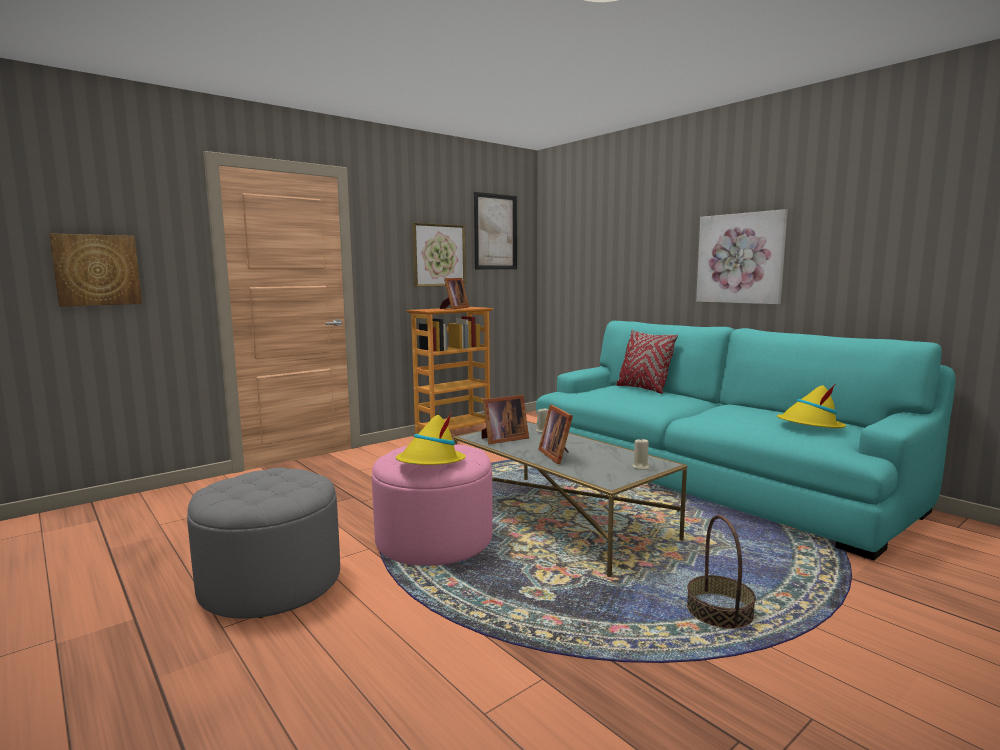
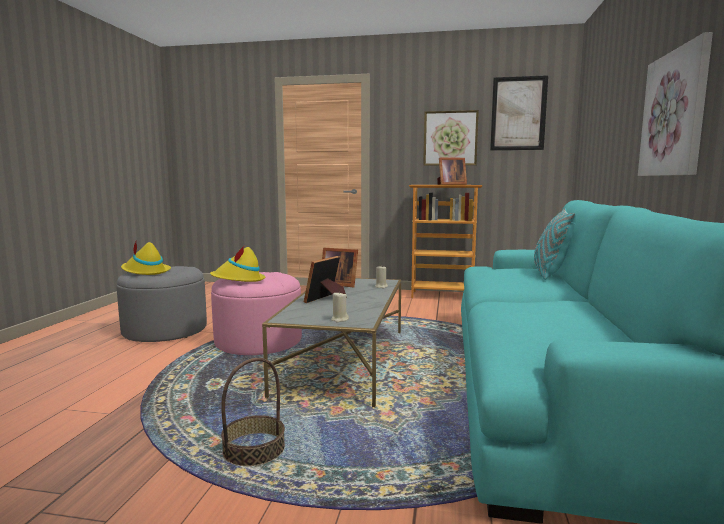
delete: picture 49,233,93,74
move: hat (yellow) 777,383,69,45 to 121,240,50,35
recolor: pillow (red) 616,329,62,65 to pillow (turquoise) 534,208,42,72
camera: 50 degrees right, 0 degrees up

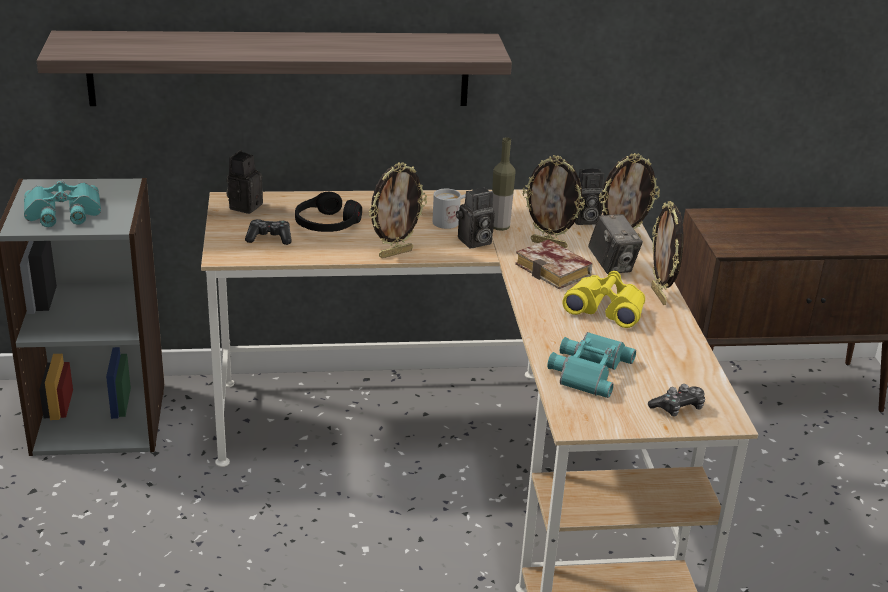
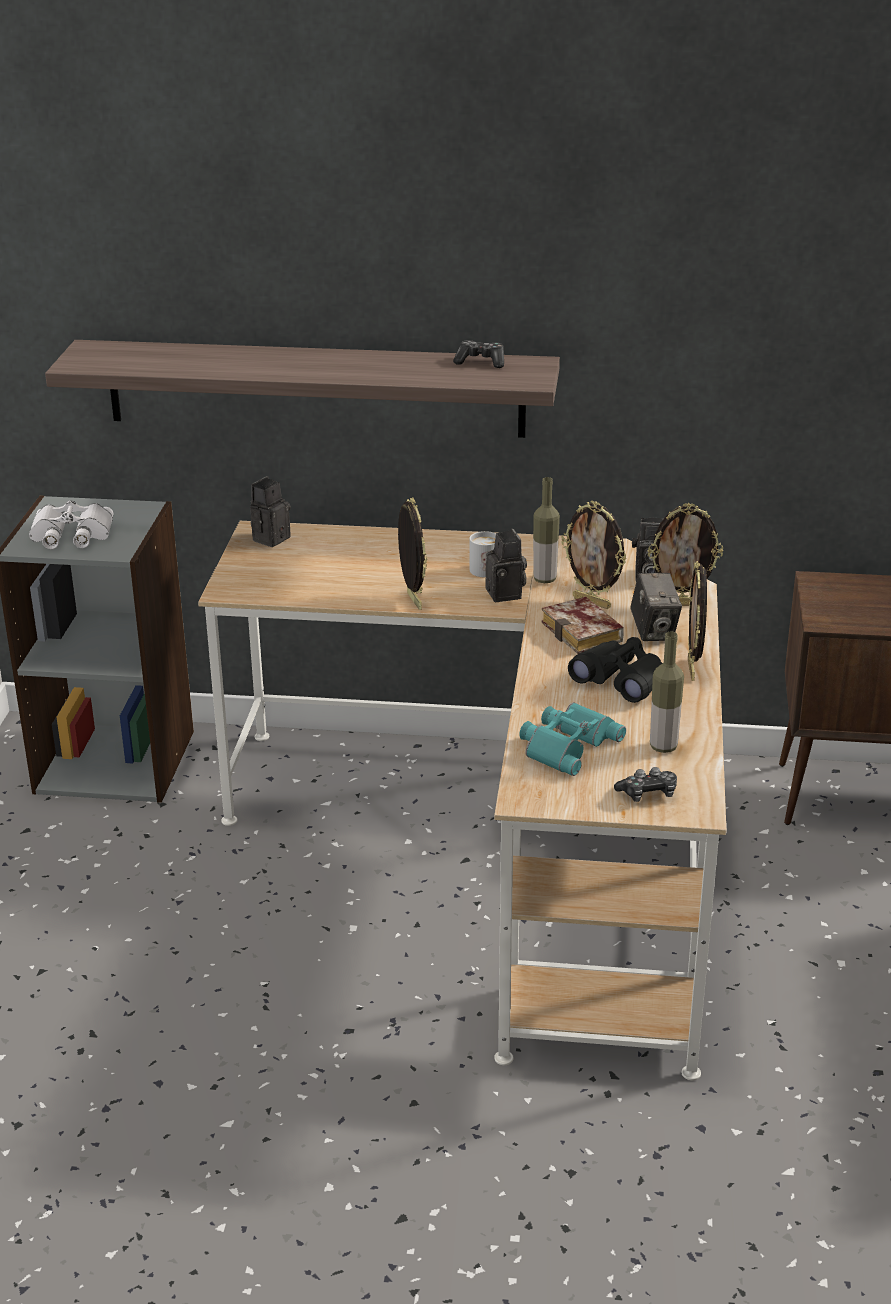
delete: headphones (black) 295,192,67,40
insert: bottle 650,631,34,122
move: game controller 245,219,46,26 to 453,340,51,28
recolor: binoculars (turquoise) 24,181,77,46 to binoculars (white) 29,501,84,48; binoculars (yellow) 562,271,83,57 to binoculars (black) 568,637,94,66
rotate: picture frame 369,162,58,96 = 398,497,29,113 90 degrees counterclockwise; photo camera 456,187,39,61 = 485,528,42,74 90 degrees counterclockwise
camera: 15 degrees right, 0 degrees up

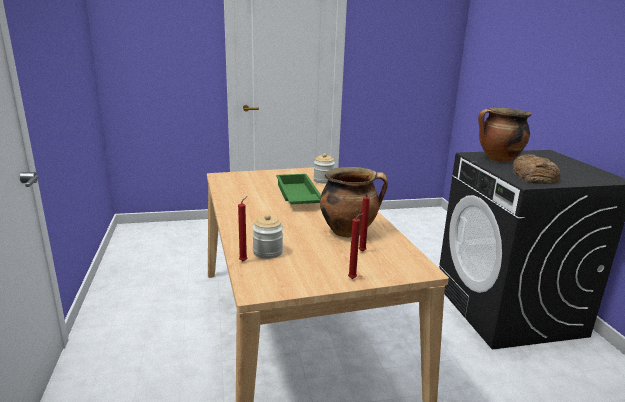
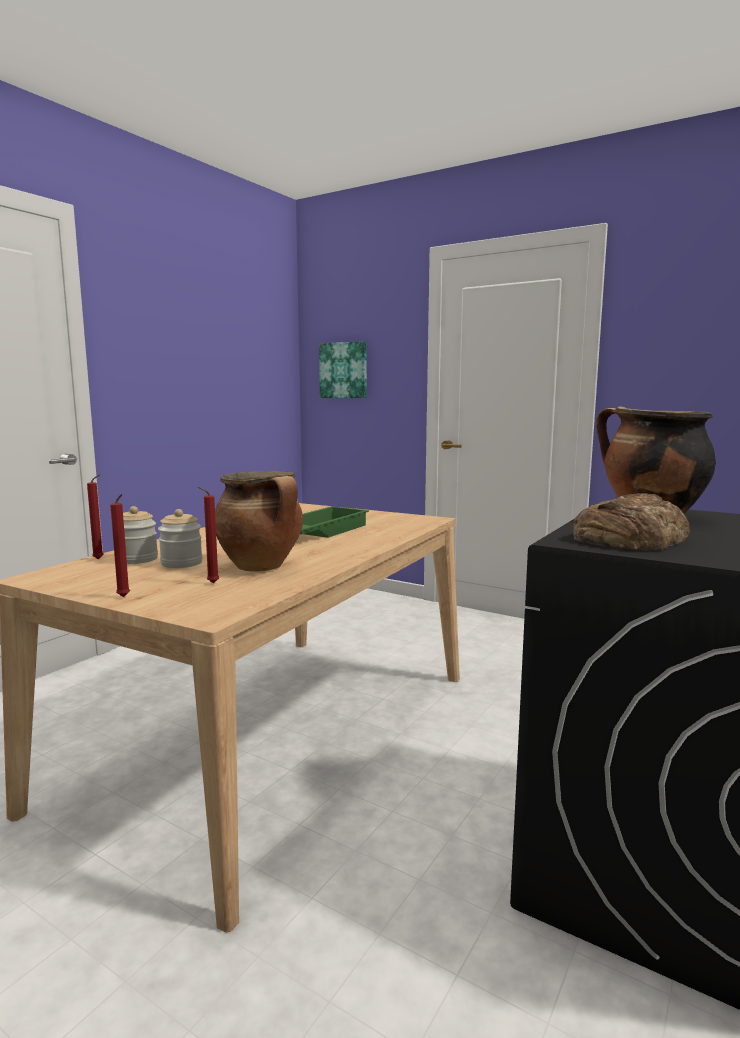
insert: picture 319,341,48,57
move: jar 314,153,21,31 to 158,509,45,59
camera: 45 degrees right, 10 degrees down

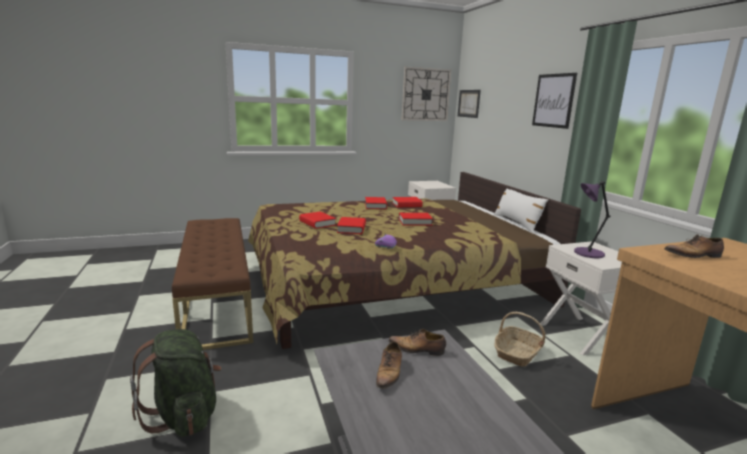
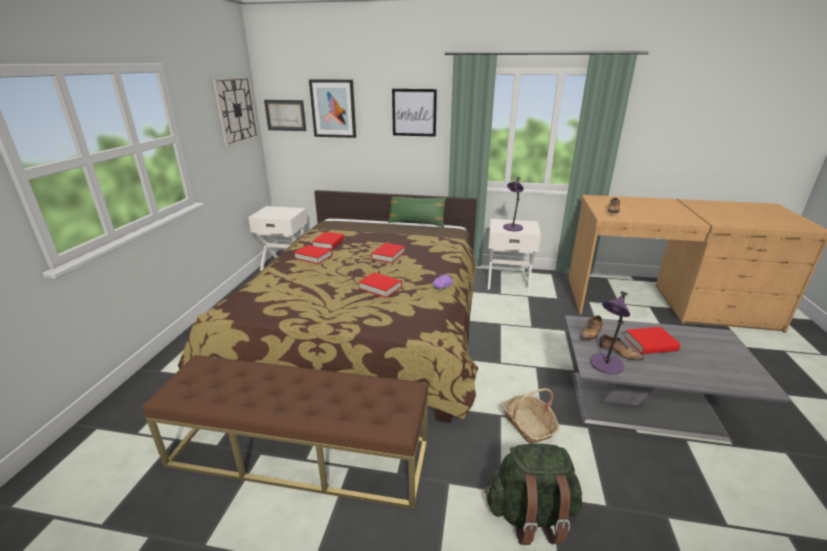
insert: picture 309,79,47,59; table lamp (purple) 590,291,40,83
move: book (red) 299,211,37,18 to 624,327,56,27; basket 494,312,51,54 to 502,388,57,56
recolor: pillow (white) 494,188,55,45 to pillow (green) 388,196,59,31
camera: 60 degrees left, 10 degrees up

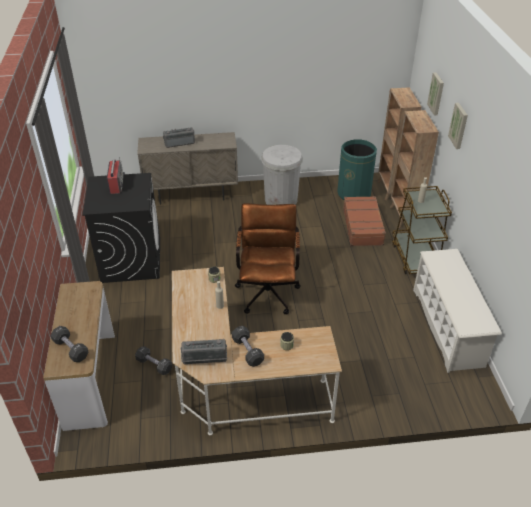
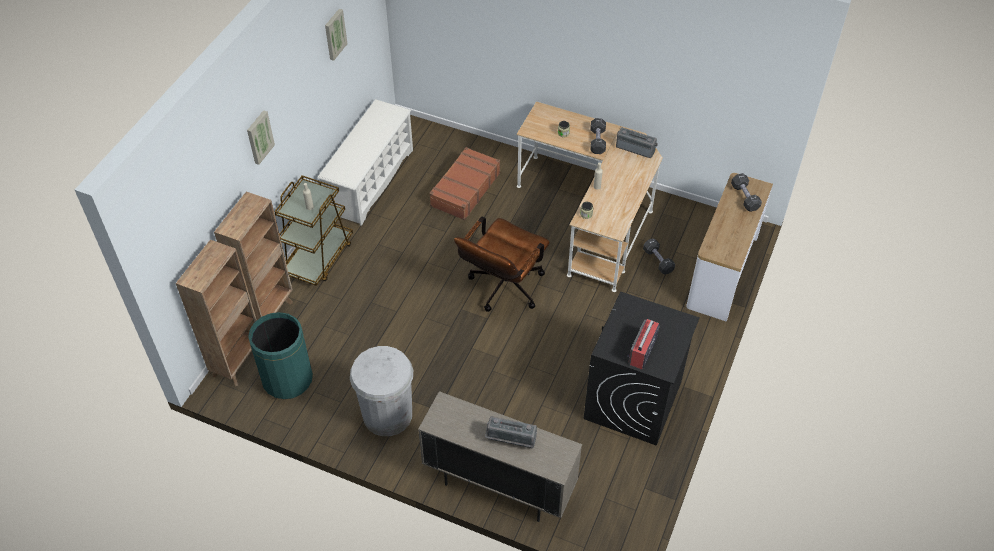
move: suitcase (brown) 343,196,43,50 to 429,147,71,73; picture 427,72,17,44 to 325,9,23,52
camera: 150 degrees left, 10 degrees up

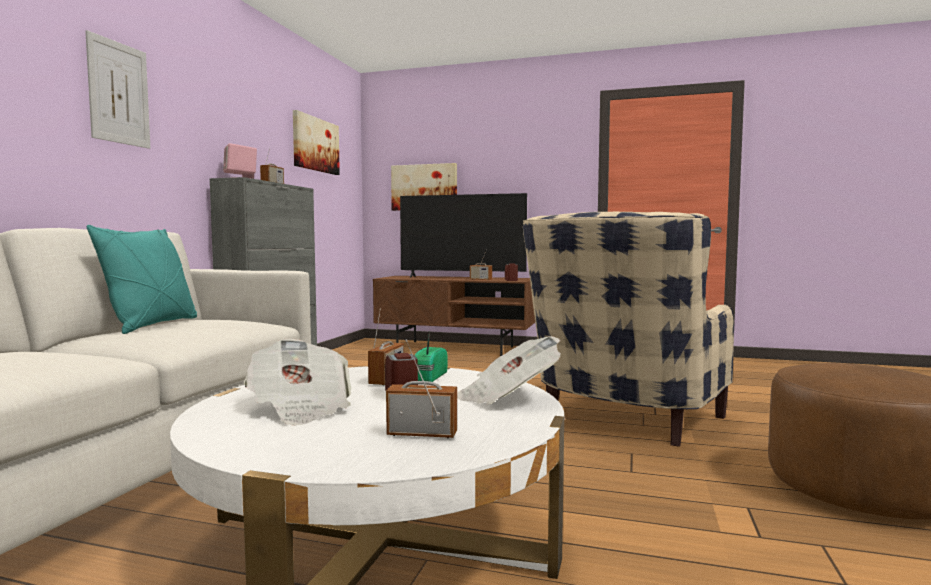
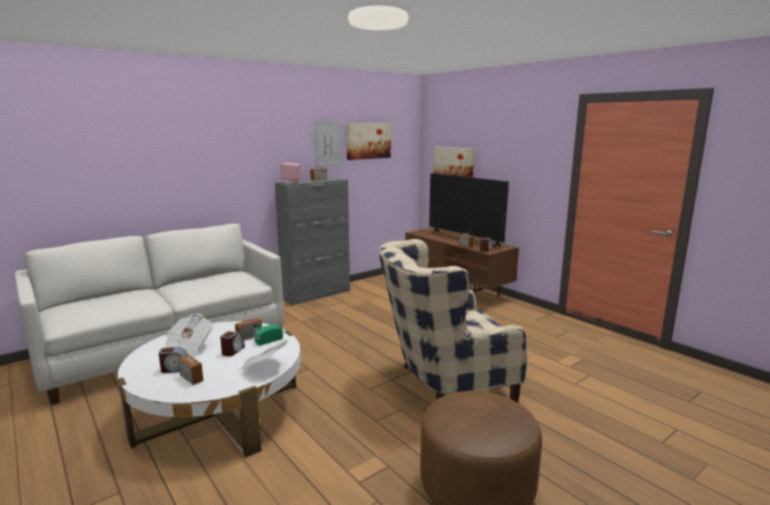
delete: pillow (turquoise) 86,225,111,109
insert: alarm clock 159,347,28,26
move: picture 85,30,65,119 to 314,121,27,46
camera: 35 degrees right, 10 degrees up

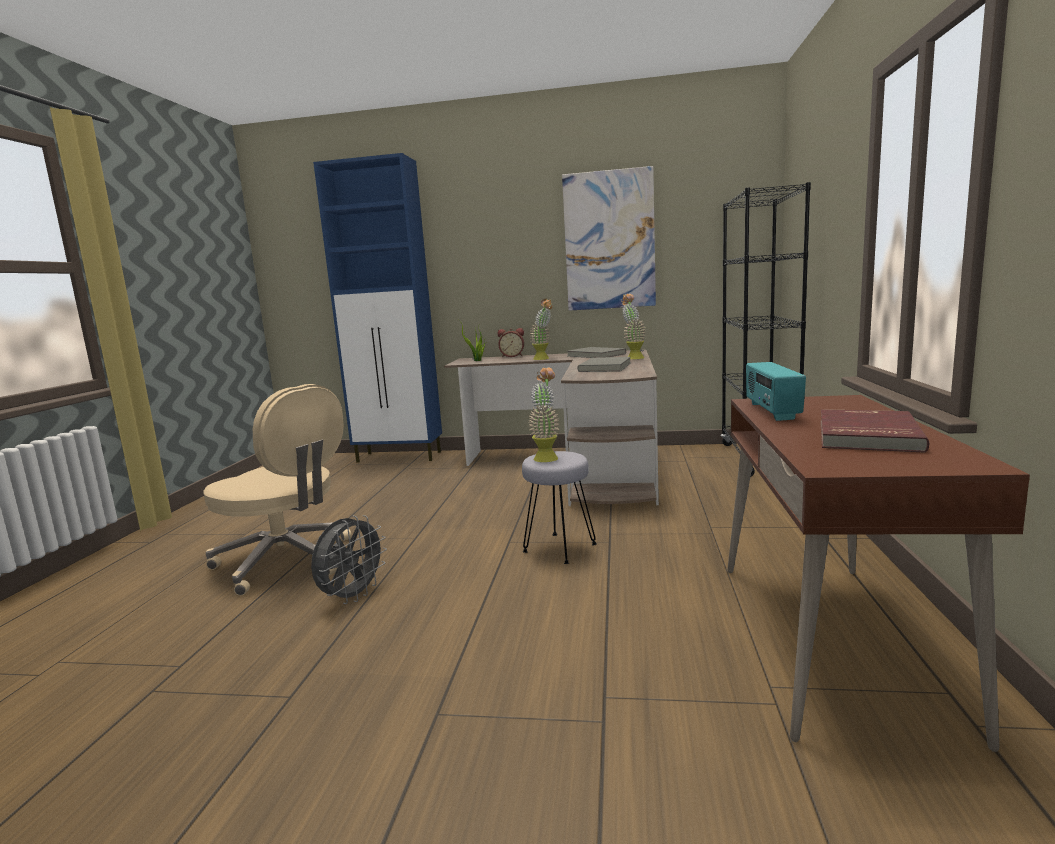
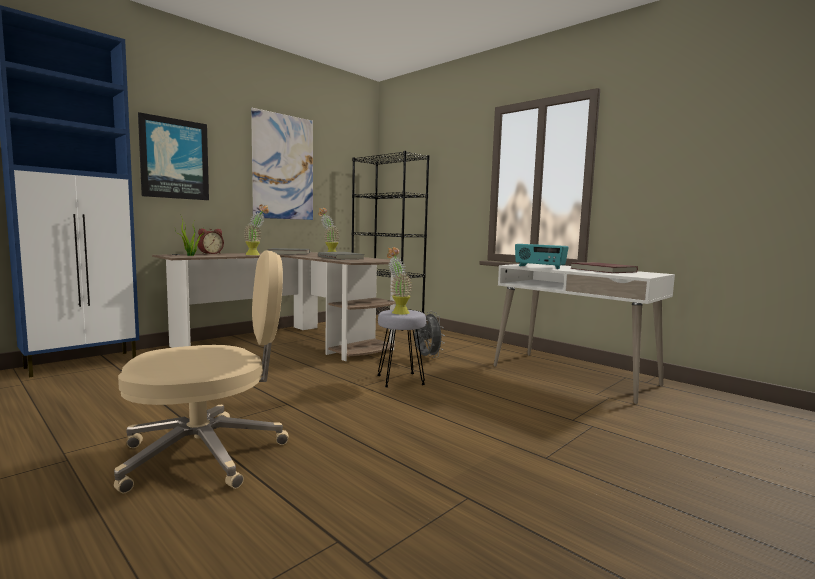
insert: picture 138,112,71,88
move: fan (grey) 311,515,76,89 to 414,311,31,47
recolor: desk (brown) 727,395,303,357 to desk (white) 494,263,181,141
camera: 55 degrees left, 5 degrees down

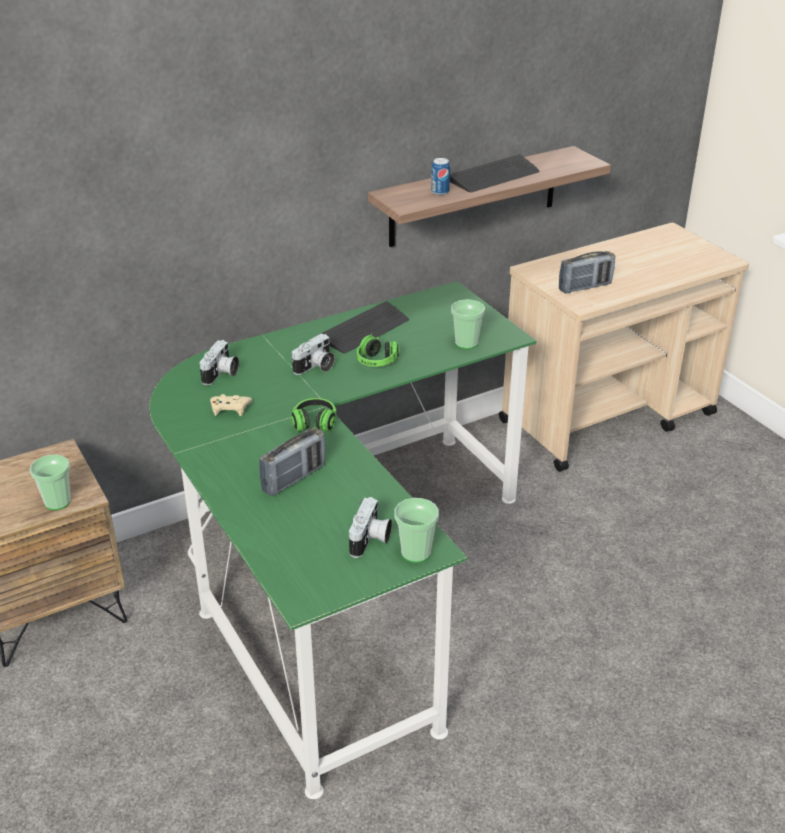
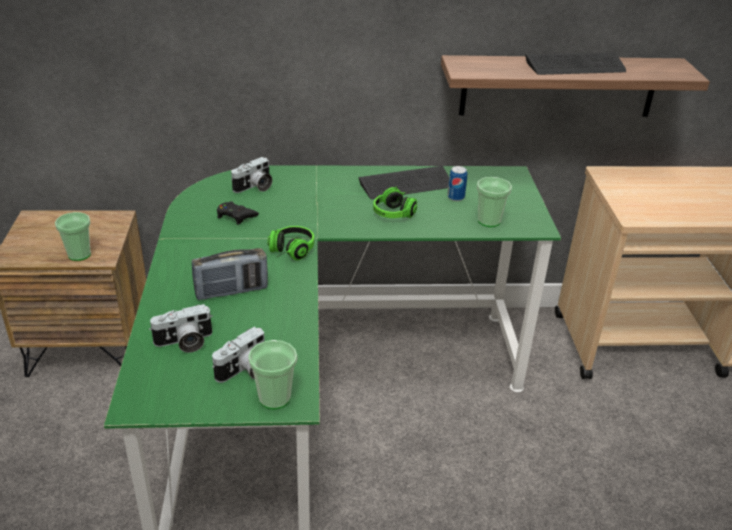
delete: radio 559,251,56,42
move: photo camera 292,334,43,41 to 149,304,64,49; can 431,158,19,37 to 447,166,20,35
recolor: game controller (beige) 210,394,42,22 to game controller (black) 217,201,42,24
camera: 25 degrees right, 0 degrees up

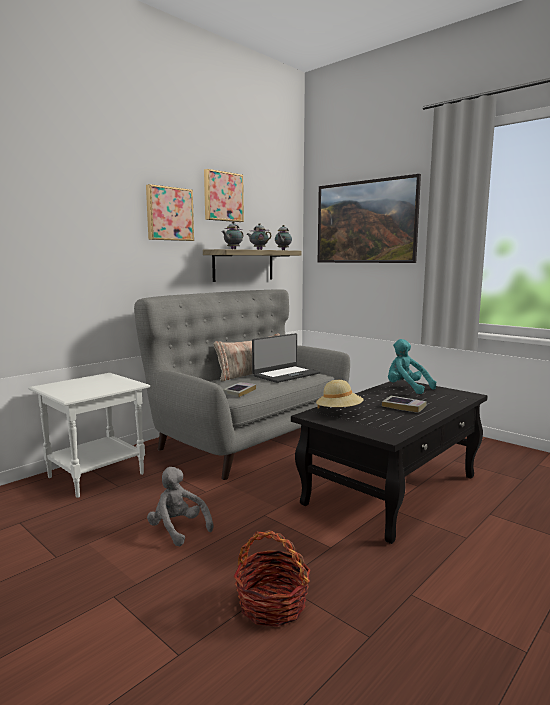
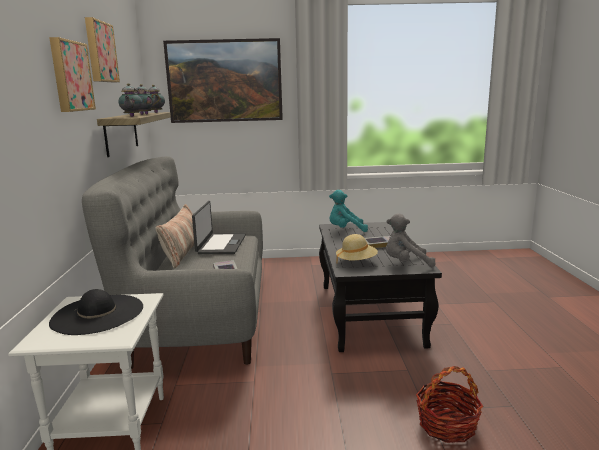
insert: hat (black) 49,289,94,46
move: plush toy (grey) 147,467,66,79 to 386,213,49,54
camera: 45 degrees left, 5 degrees up

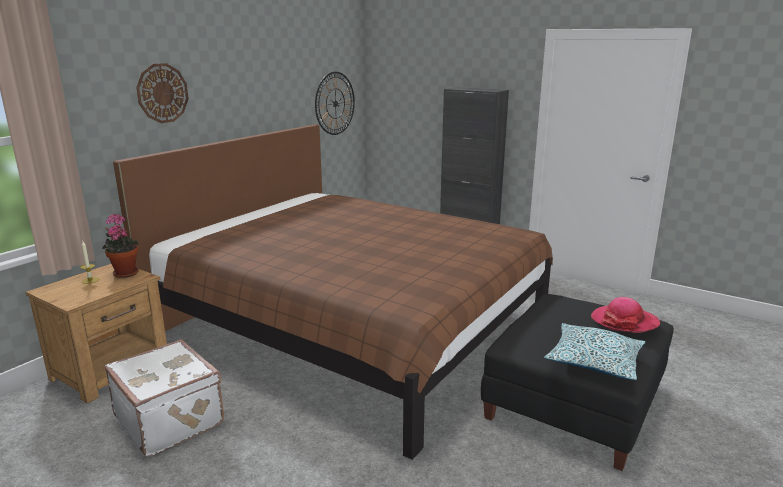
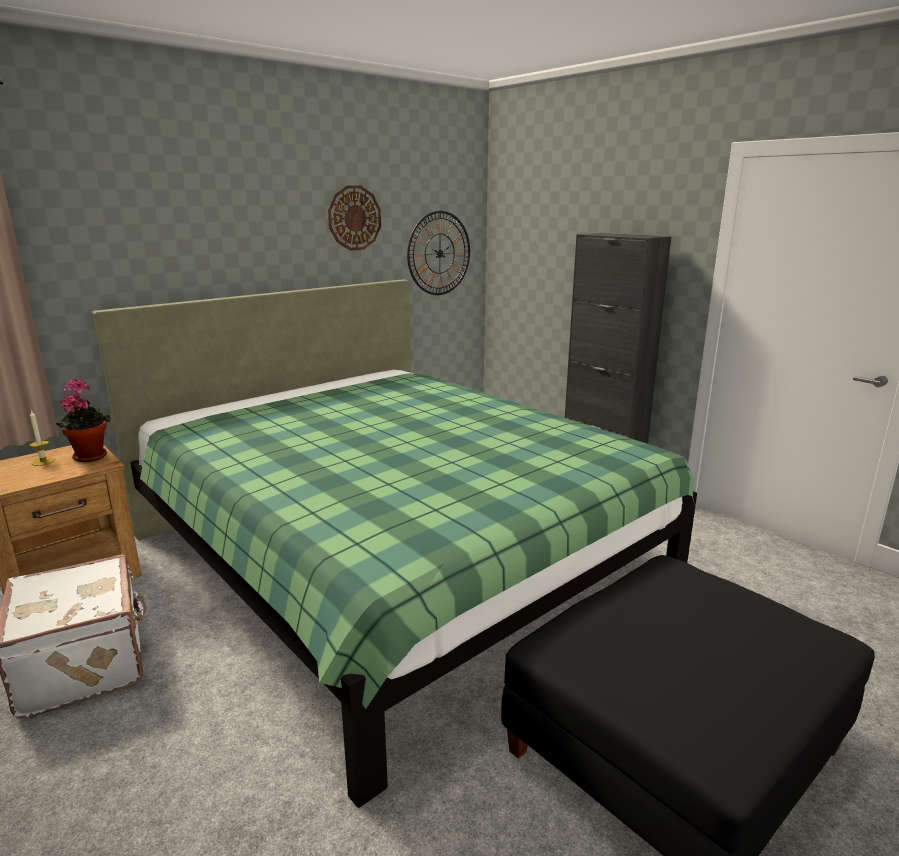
delete: pillow 544,323,102,57; hat 591,297,69,36
move: wall clock 136,63,53,60 to 328,185,53,66
recolor: bed (brown) 113,125,440,335 to bed (green) 92,279,605,529
camera: 15 degrees right, 0 degrees up

